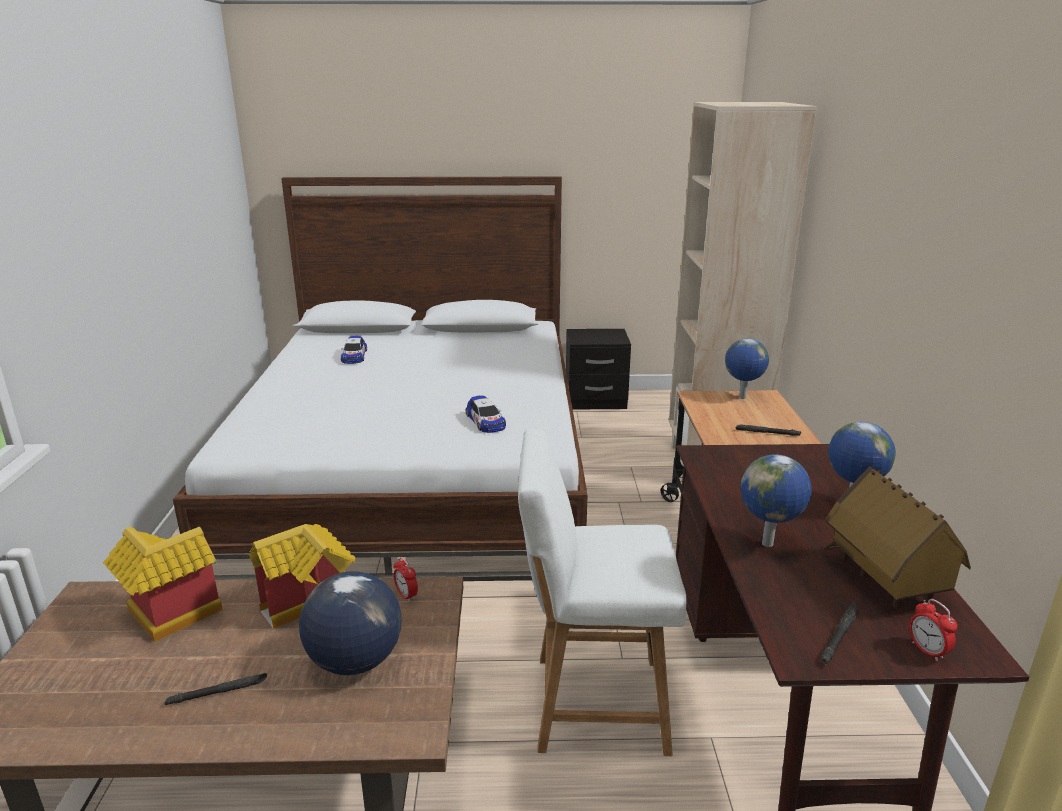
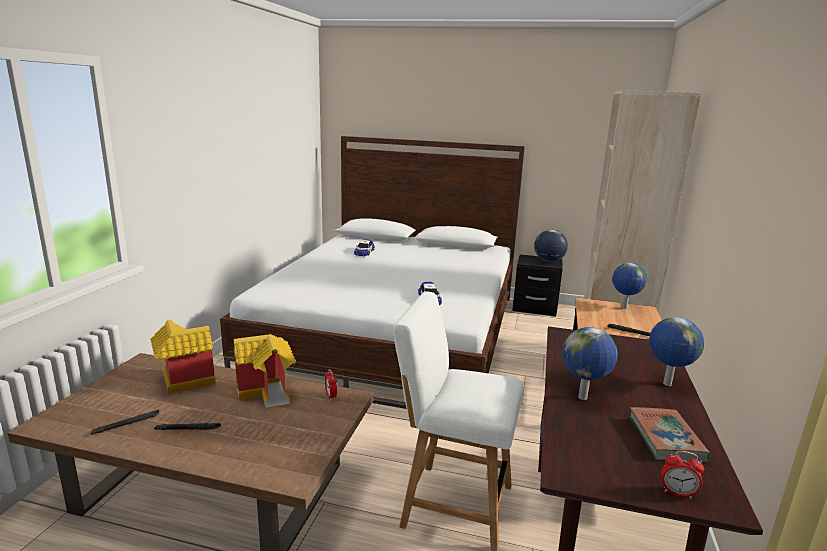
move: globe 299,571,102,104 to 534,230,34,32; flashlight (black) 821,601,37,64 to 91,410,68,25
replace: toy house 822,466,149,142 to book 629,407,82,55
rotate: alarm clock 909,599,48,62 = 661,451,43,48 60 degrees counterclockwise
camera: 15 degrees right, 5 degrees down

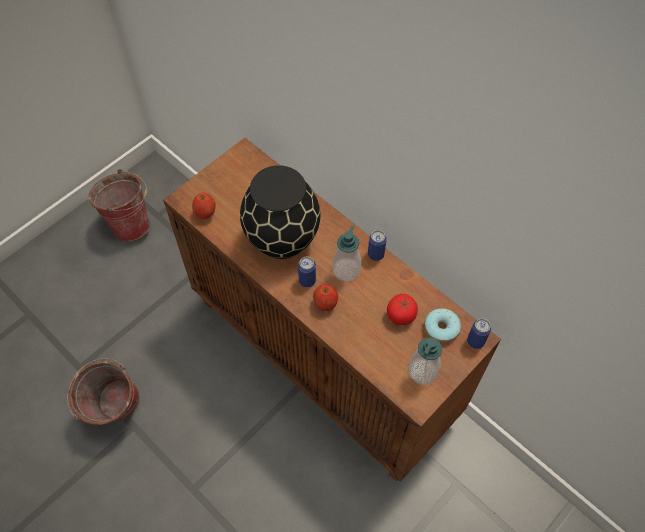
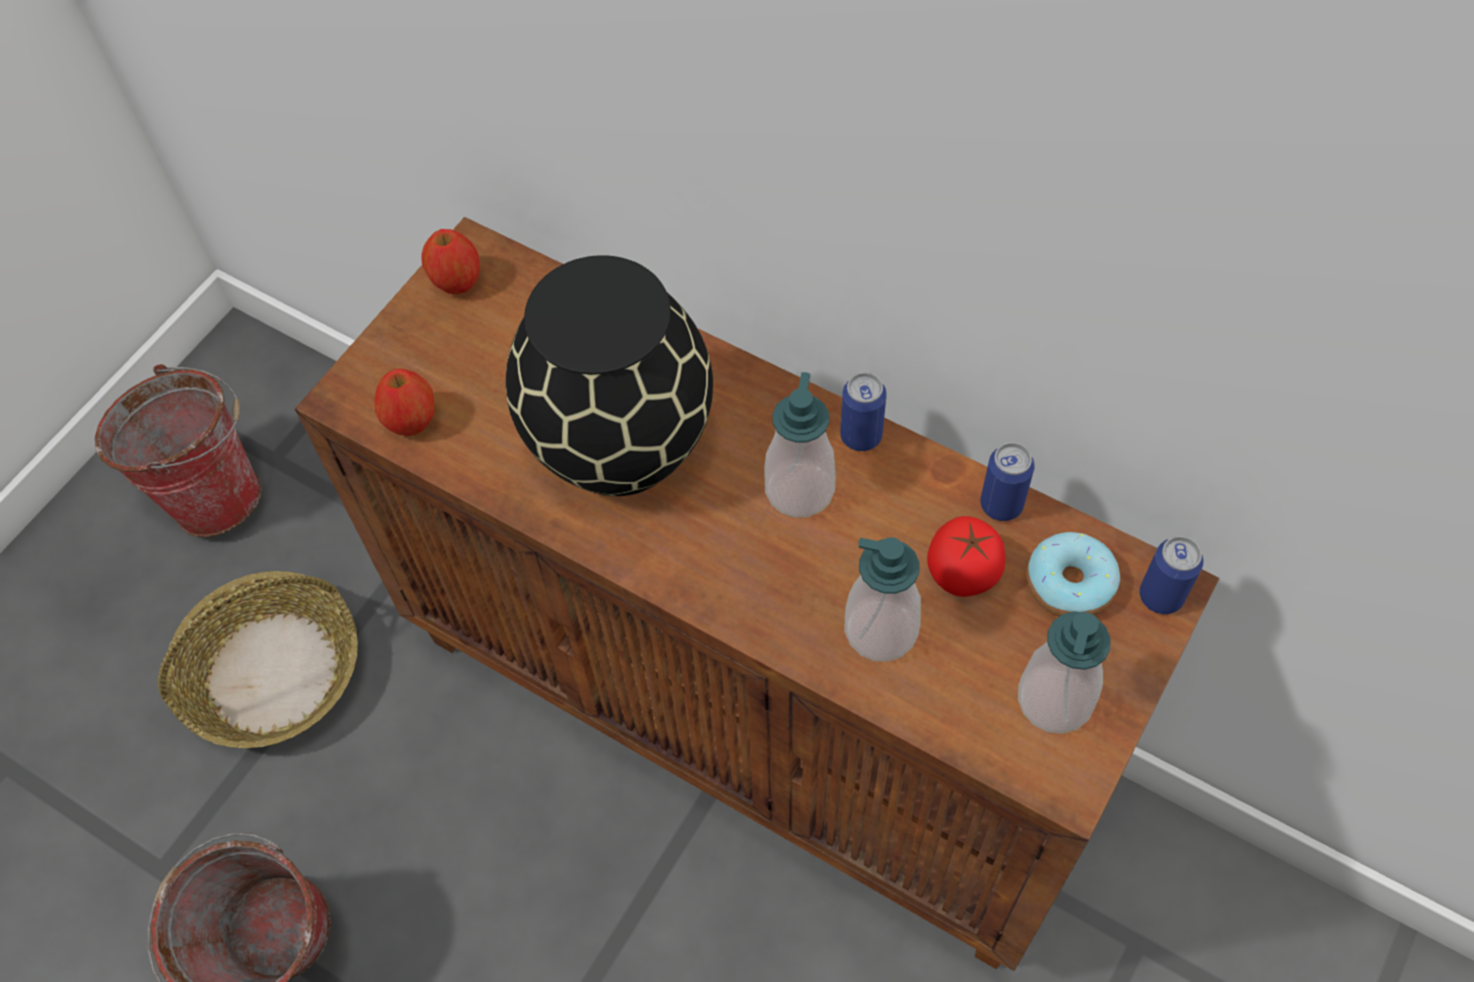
insert: basket 158,571,200,177; soap dispenser 845,537,76,125
move: can 298,257,18,30 to 980,442,55,79; apple 313,284,25,27 to 421,229,59,65
camera: 10 degrees left, 0 degrees up

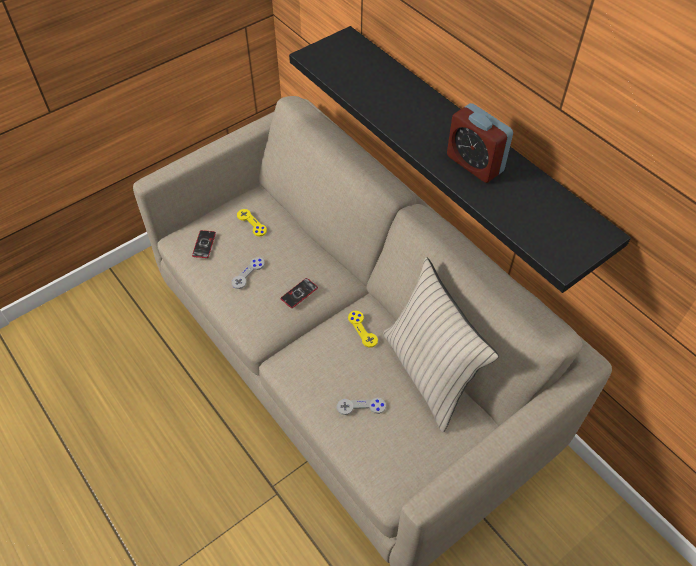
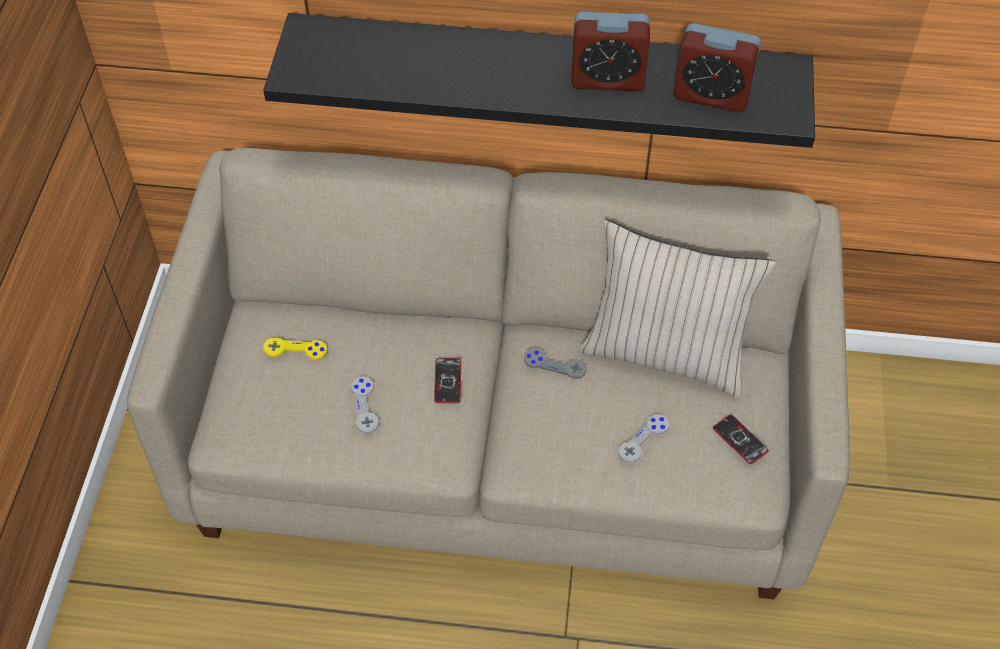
insert: alarm clock 673,23,88,89
move: phone 192,230,24,28 to 713,415,56,49
recolor: game controller (yellow) 348,311,30,37 to game controller (grey) 524,348,63,31
camera: 45 degrees left, 0 degrees up

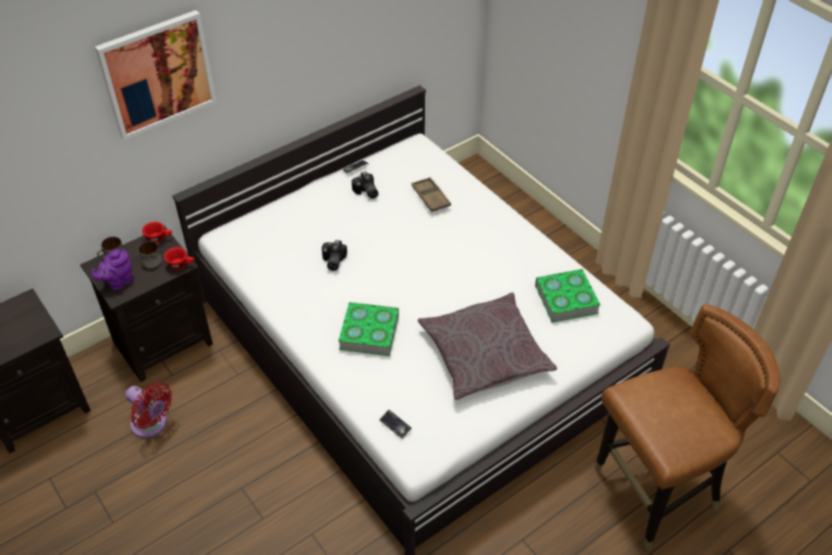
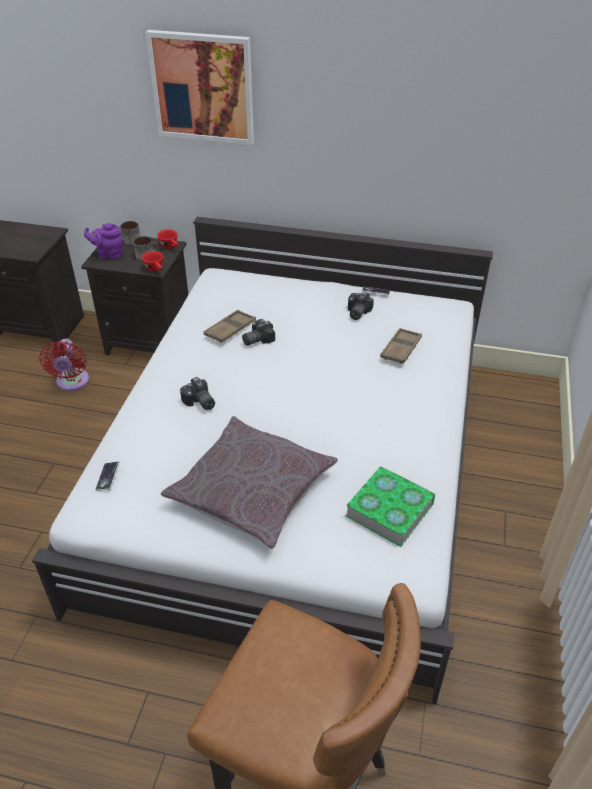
insert: tray (brown) 204,310,52,33
replace: book 338,302,61,54 to photo camera 180,377,35,33
camera: 50 degrees right, 5 degrees down

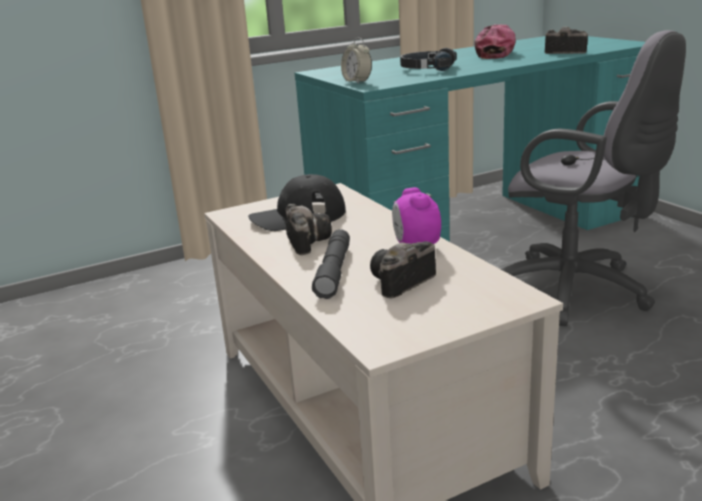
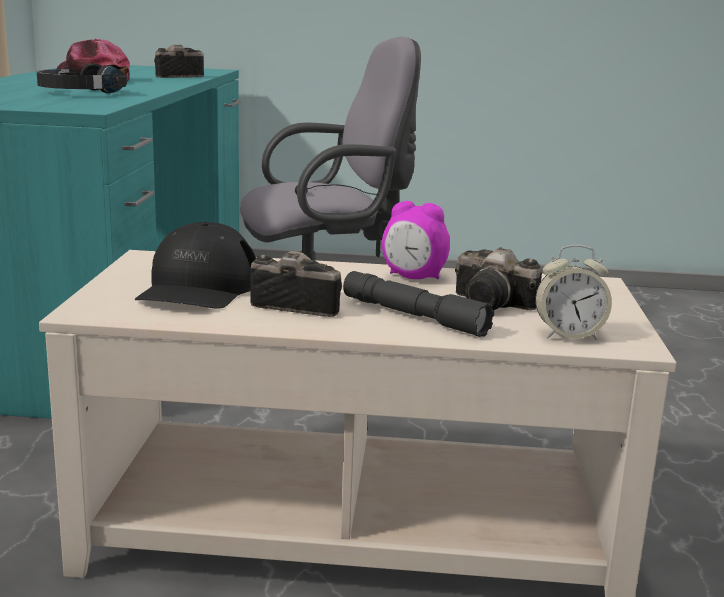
move: alarm clock 341,38,31,46 to 535,245,77,95
rotate: photo camera 370,241,66,58 = 455,247,87,63 45 degrees counterclockwise
camera: 60 degrees left, 5 degrees down

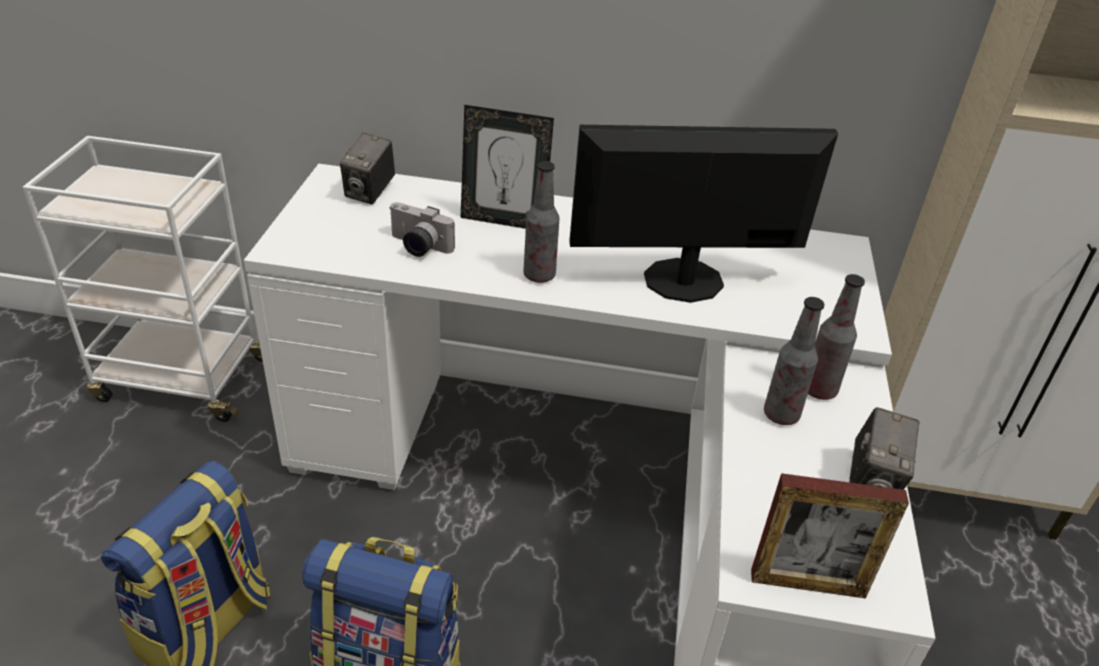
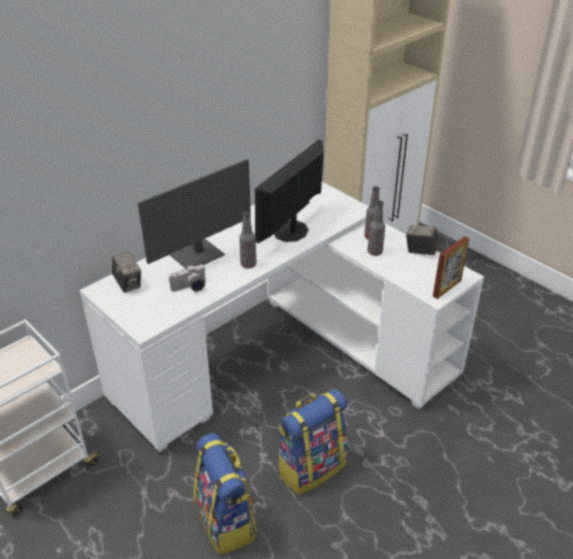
replace: picture frame 461,105,93,124 to monitor 138,159,113,110
rotate: photo camera 849,407,71,83 = 406,225,33,30 150 degrees clockwise
camera: 50 degrees left, 0 degrees up

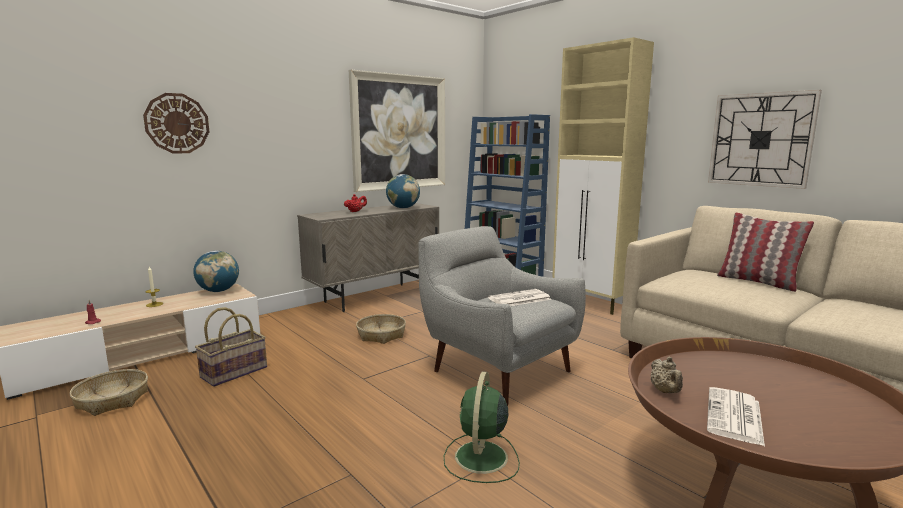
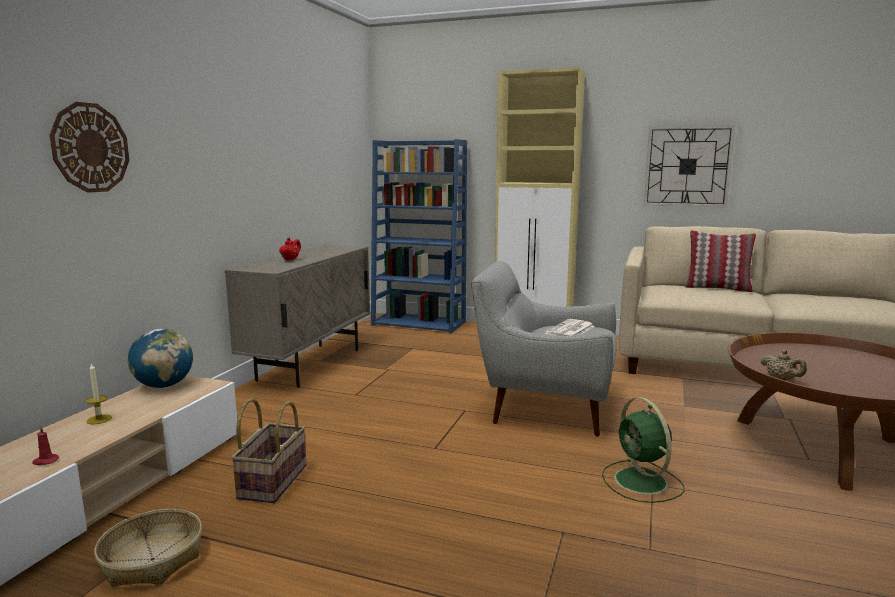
delete: picture 349,70,96,122; basket 356,314,50,30; globe 386,174,34,34; newspaper 707,387,58,59
camera: 30 degrees left, 0 degrees up

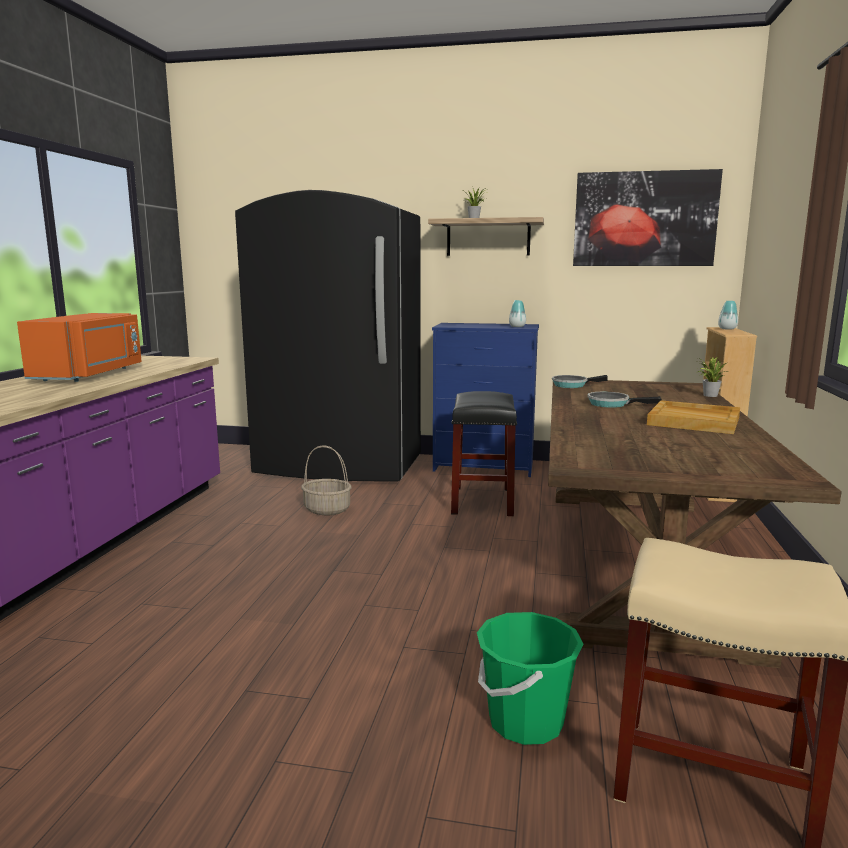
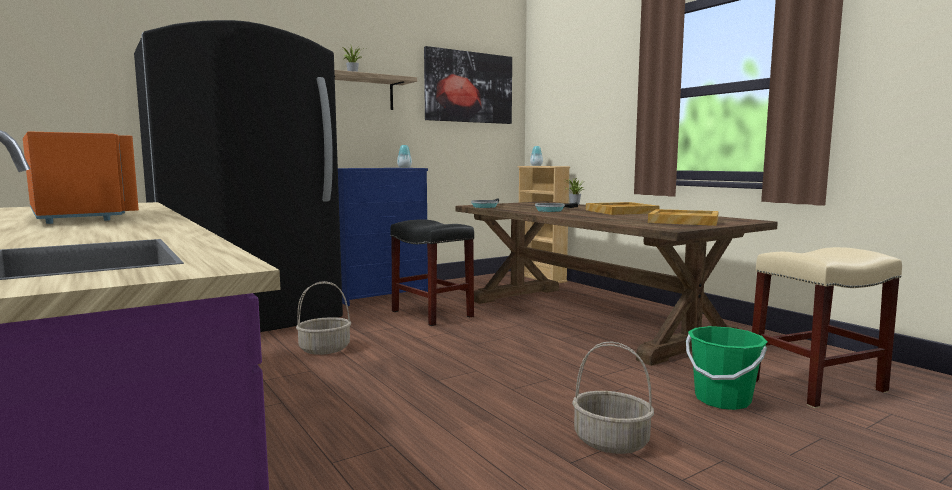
insert: basket 572,342,82,112; tray (beige) 648,209,71,17
camera: 45 degrees left, 5 degrees down

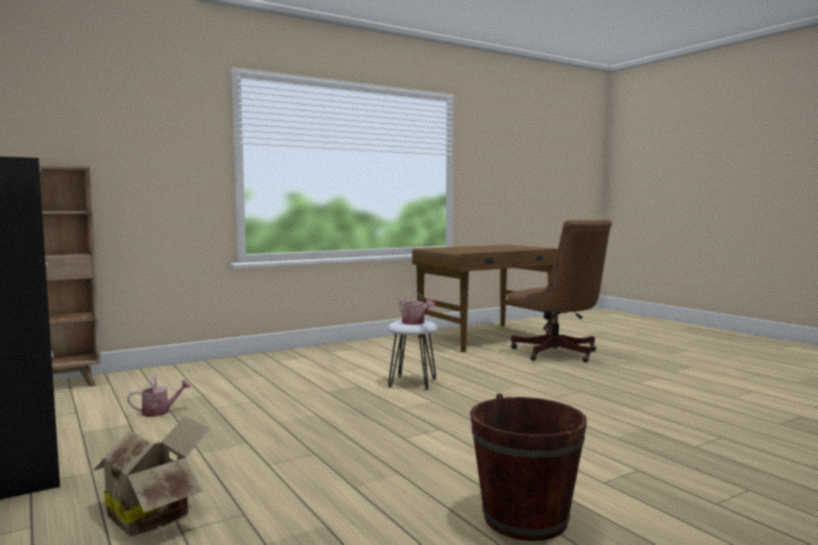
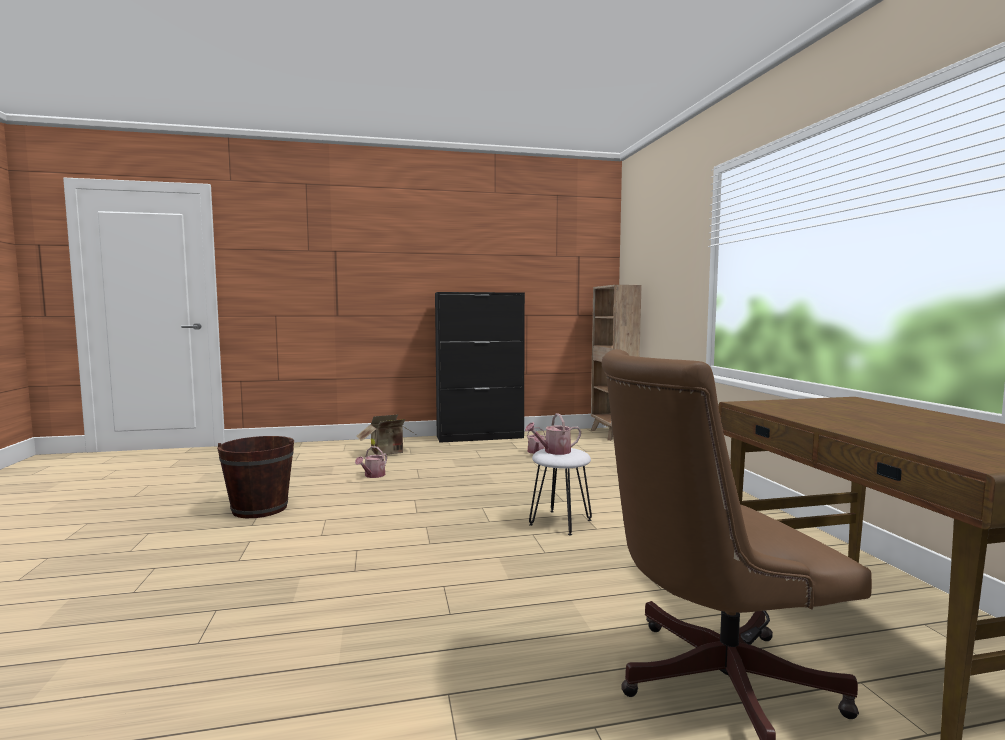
insert: watering can 355,446,32,32
camera: 110 degrees right, 0 degrees up

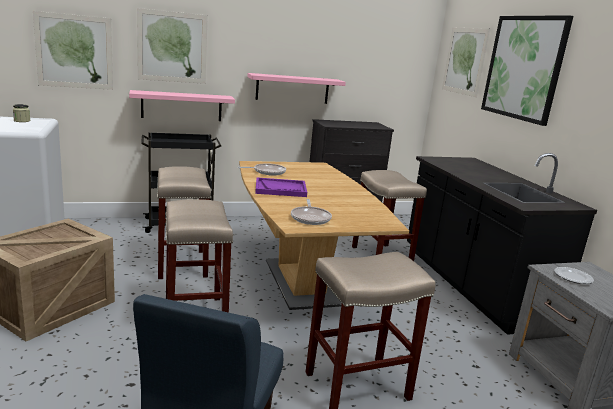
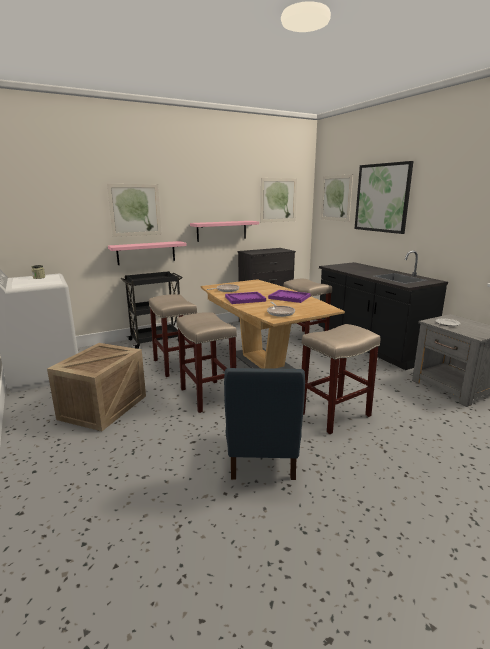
insert: tray (purple) 268,290,43,13
move: picture 33,11,80,79 to 261,178,36,45
camera: 10 degrees left, 0 degrees up

